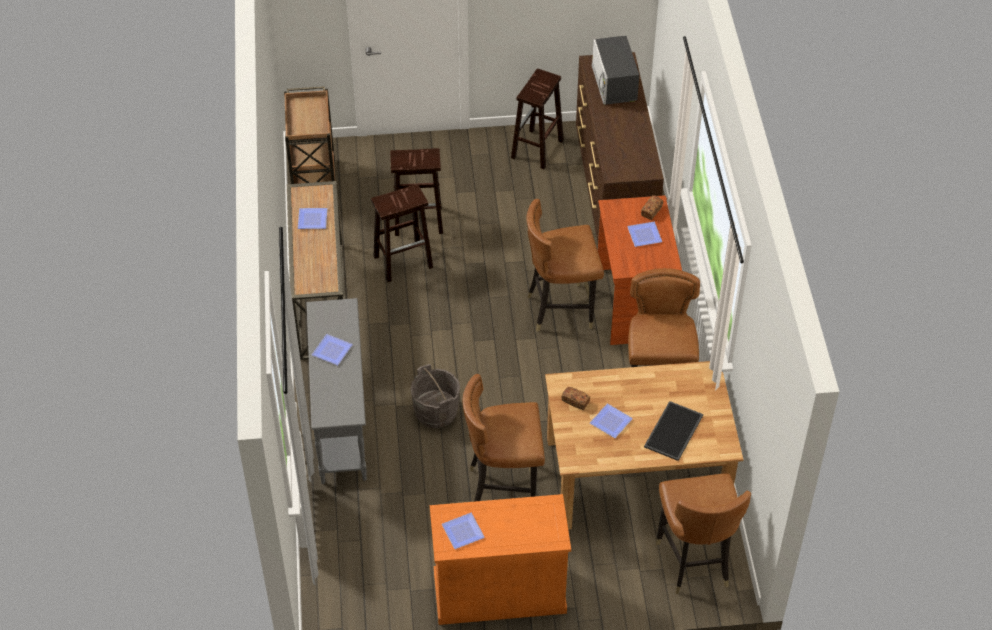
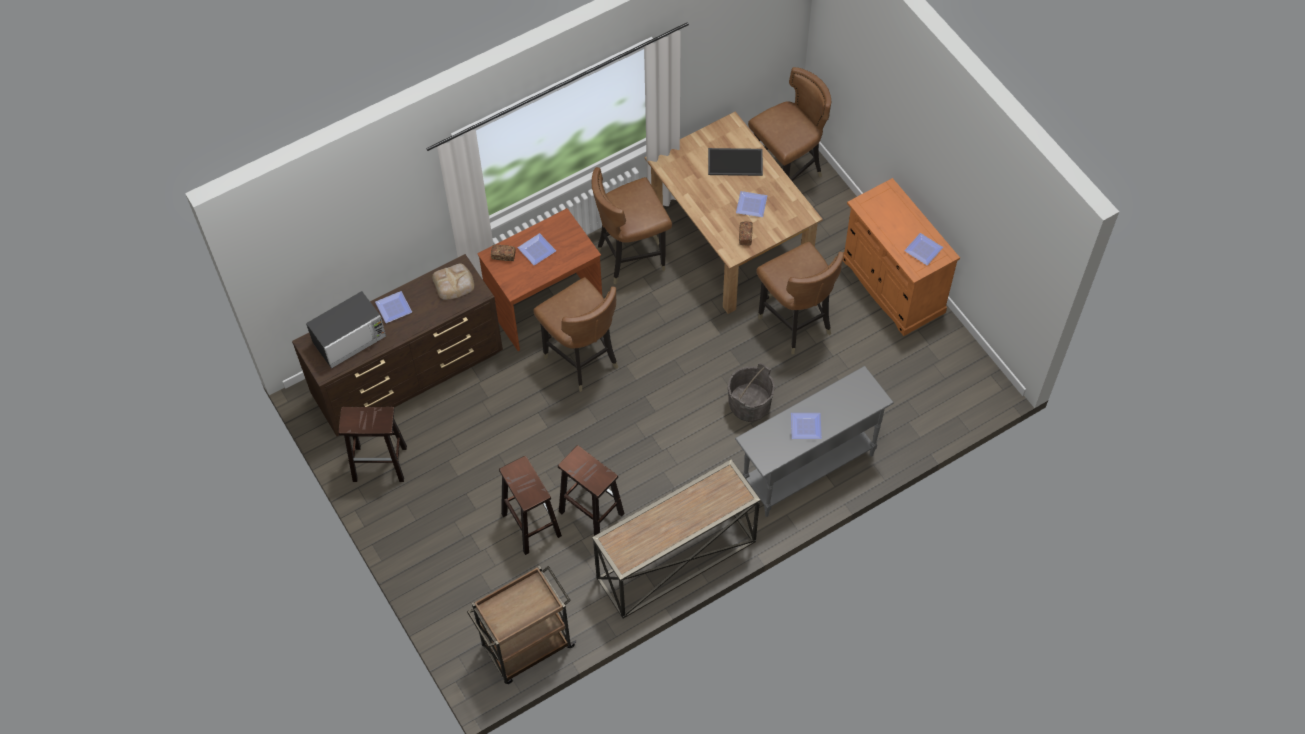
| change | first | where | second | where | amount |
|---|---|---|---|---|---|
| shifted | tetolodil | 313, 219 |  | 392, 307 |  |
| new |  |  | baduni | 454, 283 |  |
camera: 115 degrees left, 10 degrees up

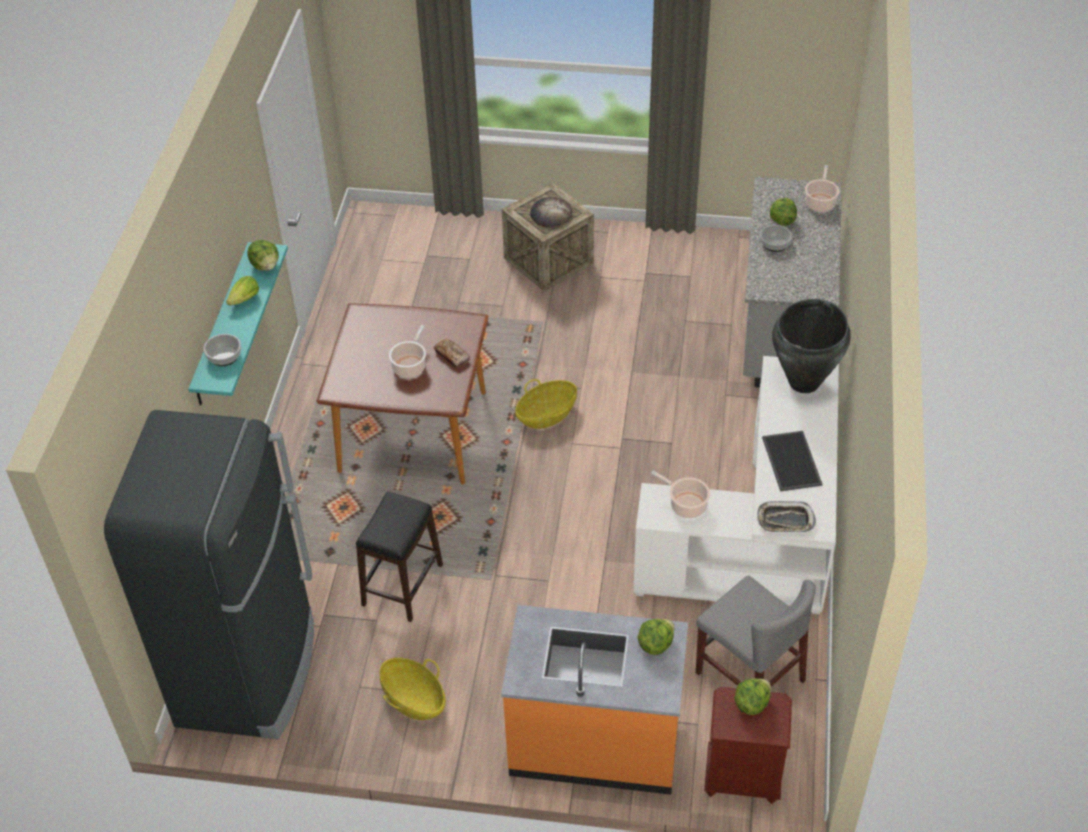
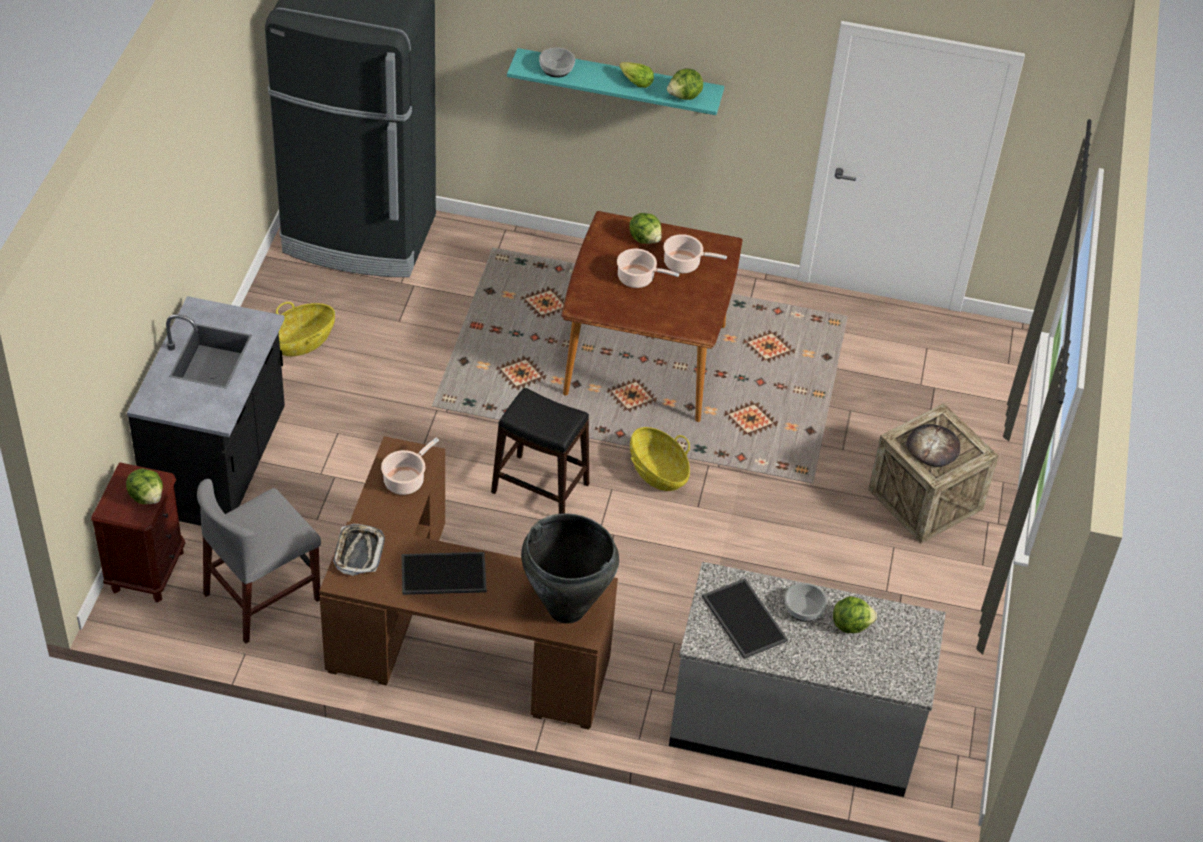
| change | first | where | second | where | amount |
|---|---|---|---|---|---|
| repainted | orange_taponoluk | 595, 741 | black_taponoluk | 219, 465 |  |
| repainted | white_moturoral | 761, 535 | brown_moturoral | 448, 639 |  |
| shifted | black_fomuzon | 402, 585 |  | 540, 488 |  |
| shifted | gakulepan | 655, 644 |  | 645, 239 |  |
| shifted | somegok | 820, 202 |  | 684, 264 |  |
| new |  |  | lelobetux | 742, 618 |  |
| gone | baduni | 452, 356 |  |  |  |
camera: 90 degrees right, 0 degrees up

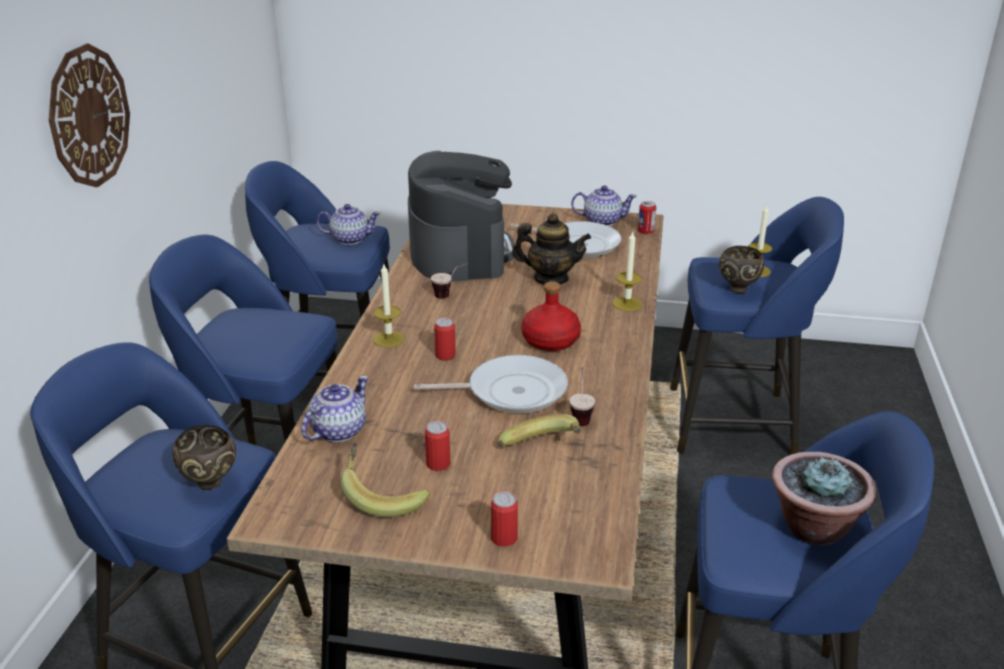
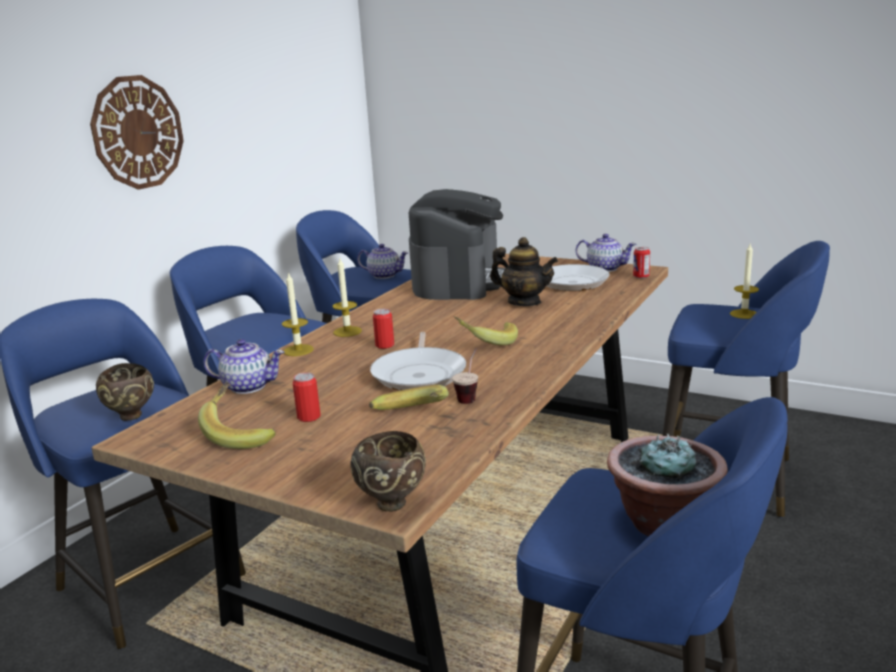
| change | first | where | second | where | amount |
|---|---|---|---|---|---|
| rotated | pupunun | 337, 431 |  | 247, 386 | 45 degrees clockwise |
| shifted | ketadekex | 627, 304 |  | 298, 350 |  |
| shifted | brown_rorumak | 737, 288 |  | 392, 502 |  |
| rotated | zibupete | 511, 391 |  | 420, 374 | 75 degrees clockwise |
| swapped | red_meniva | 550, 340 | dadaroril | 487, 342 |  |
| gone | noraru | 450, 295 |  |  |  |
| gone | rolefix | 504, 538 |  |  |  |
camera: 20 degrees right, 10 degrees down

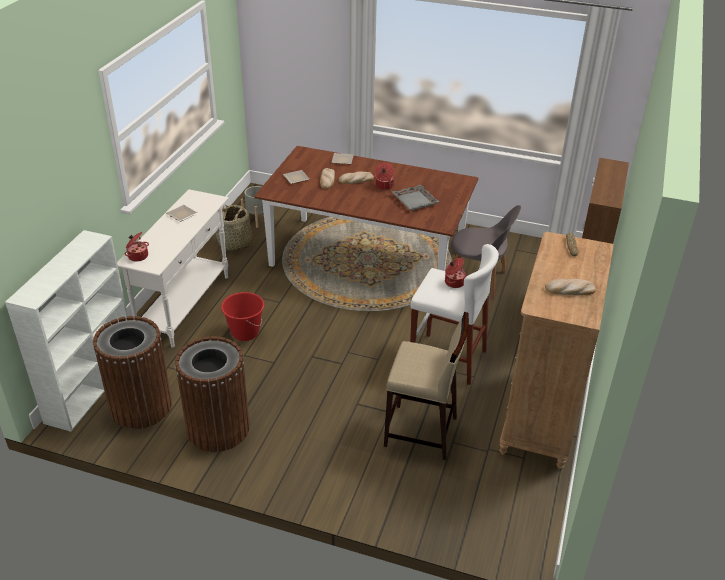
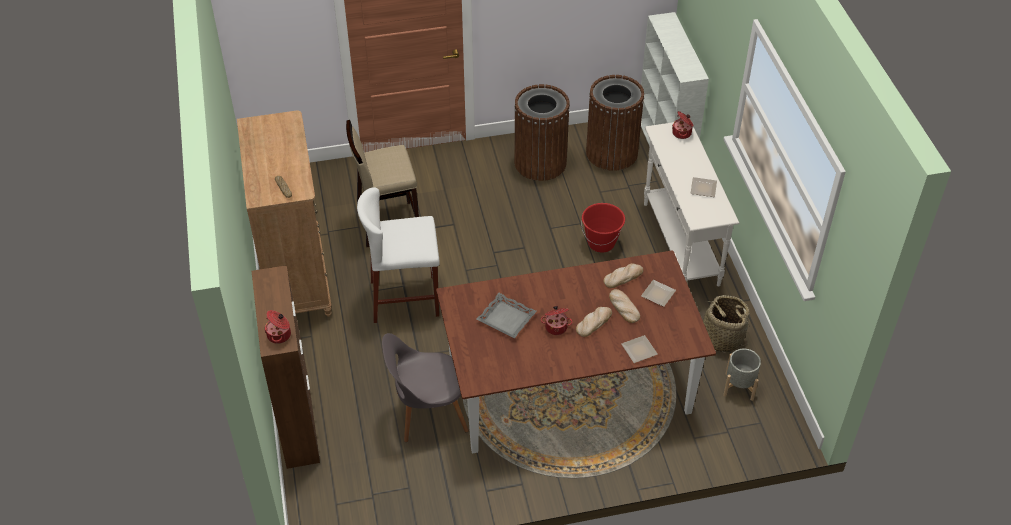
| change | first | where | second | where | amount |
|---|---|---|---|---|---|
| shifted | somegok | 454, 282 |  | 280, 335 |  |
| shifted | baduni | 569, 290 |  | 623, 277 |  |
camera: 150 degrees right, 10 degrees up

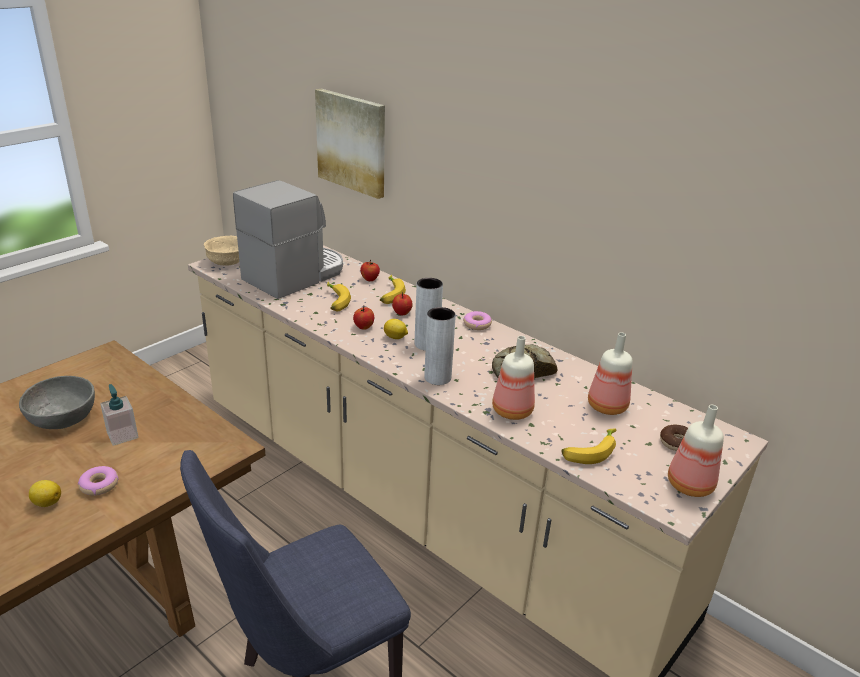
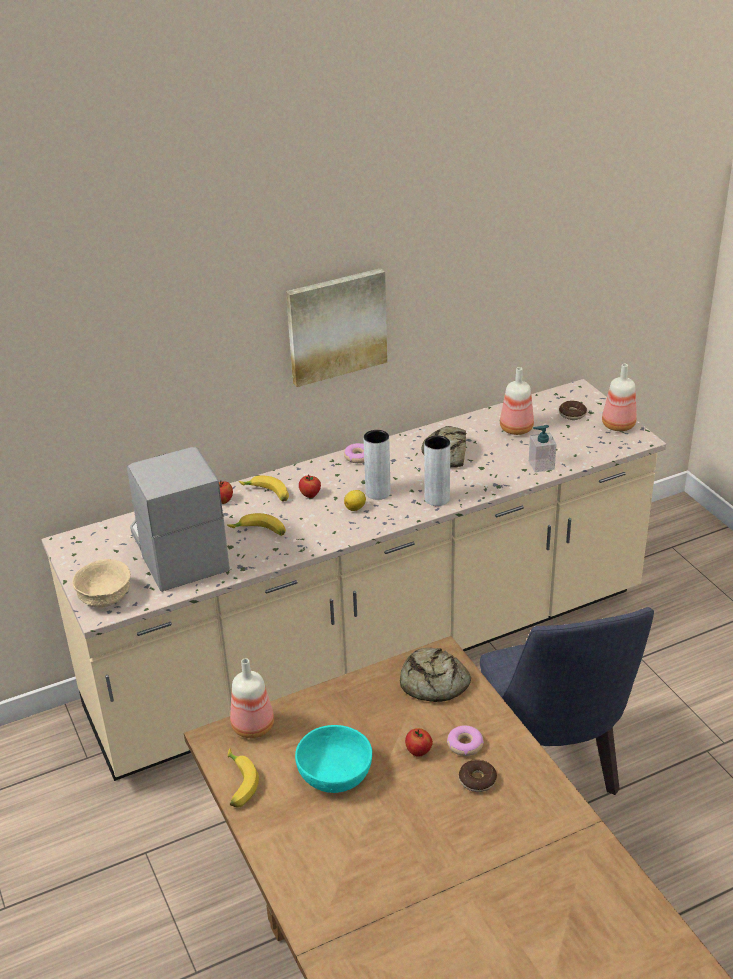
| change | first | where | second | where | amount |
|---|---|---|---|---|---|
| shifted | dadaroril | 589, 451 |  | 237, 784 |  |
| shifted | meniva | 512, 412 |  | 254, 727 |  |
| shifted | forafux | 352, 142 |  | 336, 326 |  |
| repainted | grey_rorumak | 62, 417 | turquoise_rorumak | 335, 773 |  |
| new |  |  | baduni | 433, 683 |  |
| shifted | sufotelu | 363, 327 |  | 418, 751 |  |
| swapped | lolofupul | 47, 502 | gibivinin | 477, 780 |  |
| shifted | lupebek | 122, 435 |  | 541, 465 |  |
camera: 65 degrees left, 5 degrees up

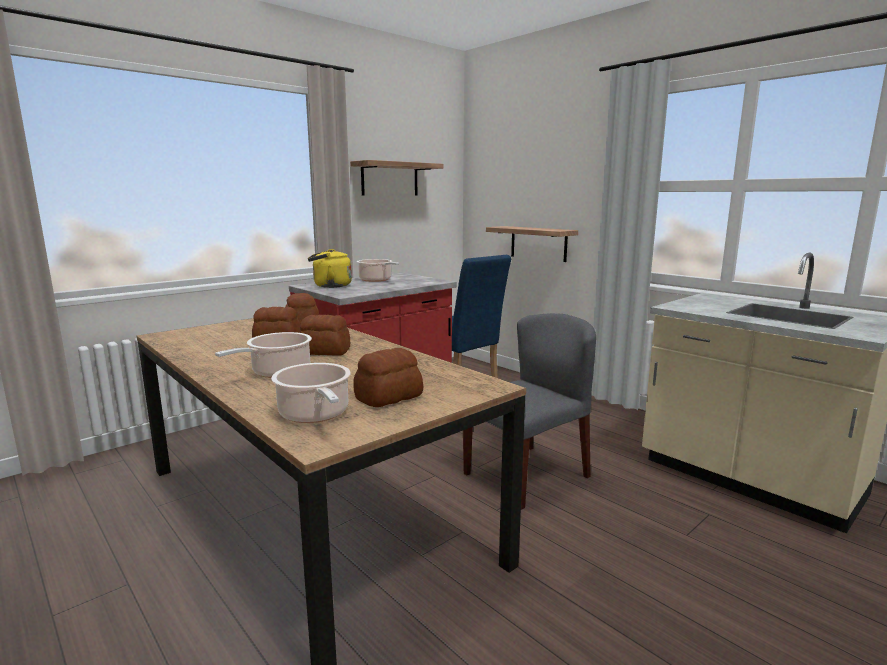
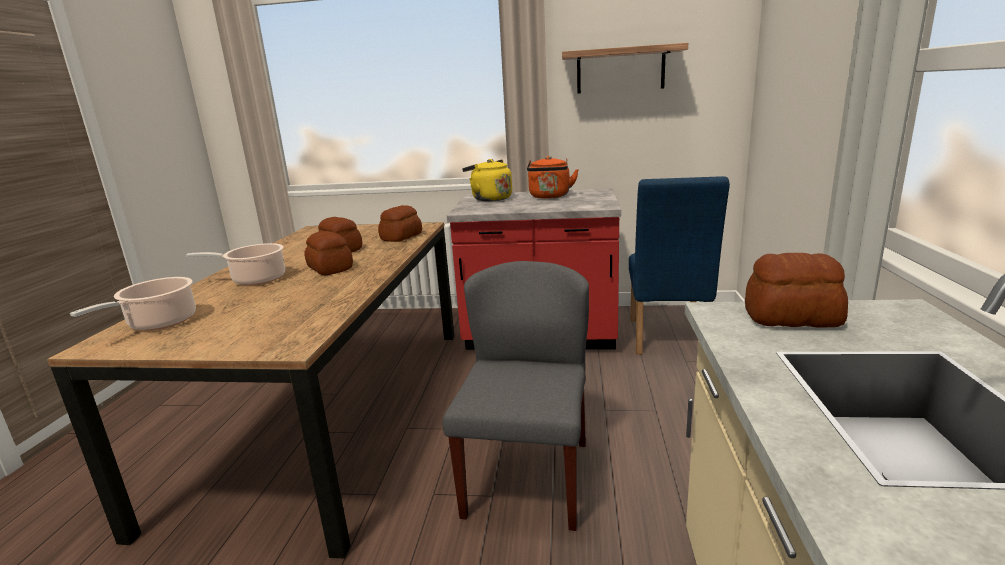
| change | first | where | second | where | amount |
|---|---|---|---|---|---|
| rotated | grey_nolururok | 527, 474 |  | 527, 477 | 90 degrees counterclockwise |
| swapped | somegok | 376, 280 | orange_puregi | 550, 197 |  |
| shifted | baduni | 387, 397 |  | 790, 317 |  |
| gone | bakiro | 538, 243 |  |  |  |
camera: 50 degrees right, 5 degrees up

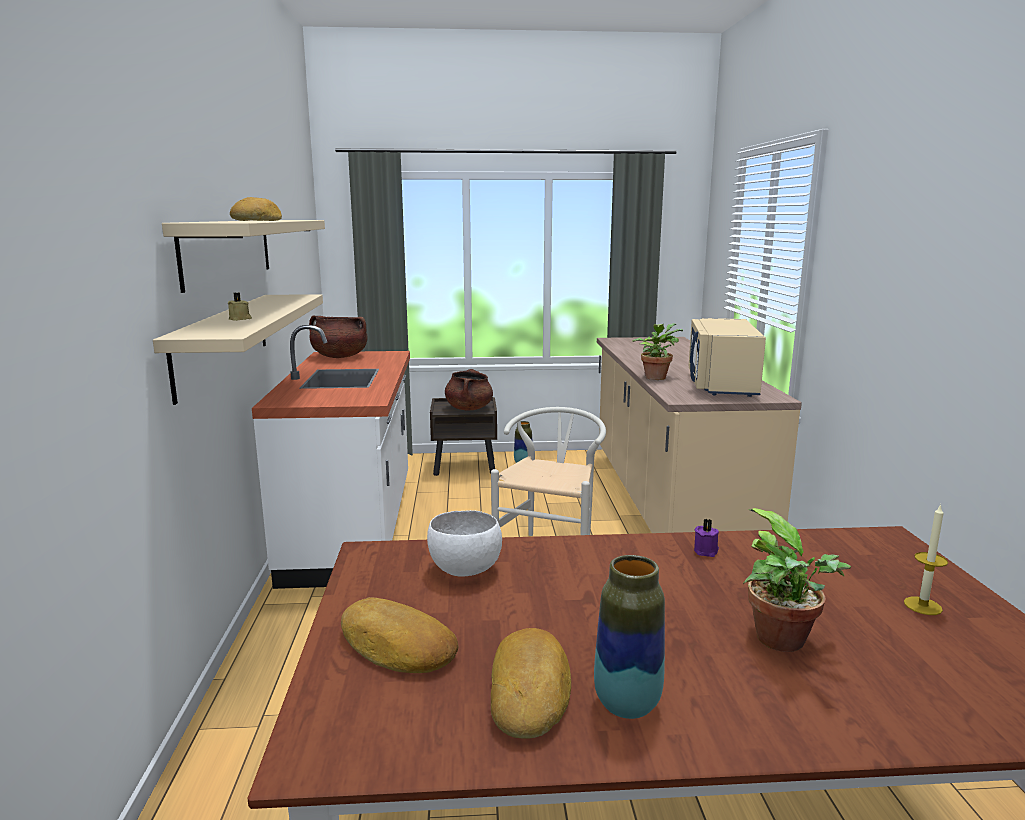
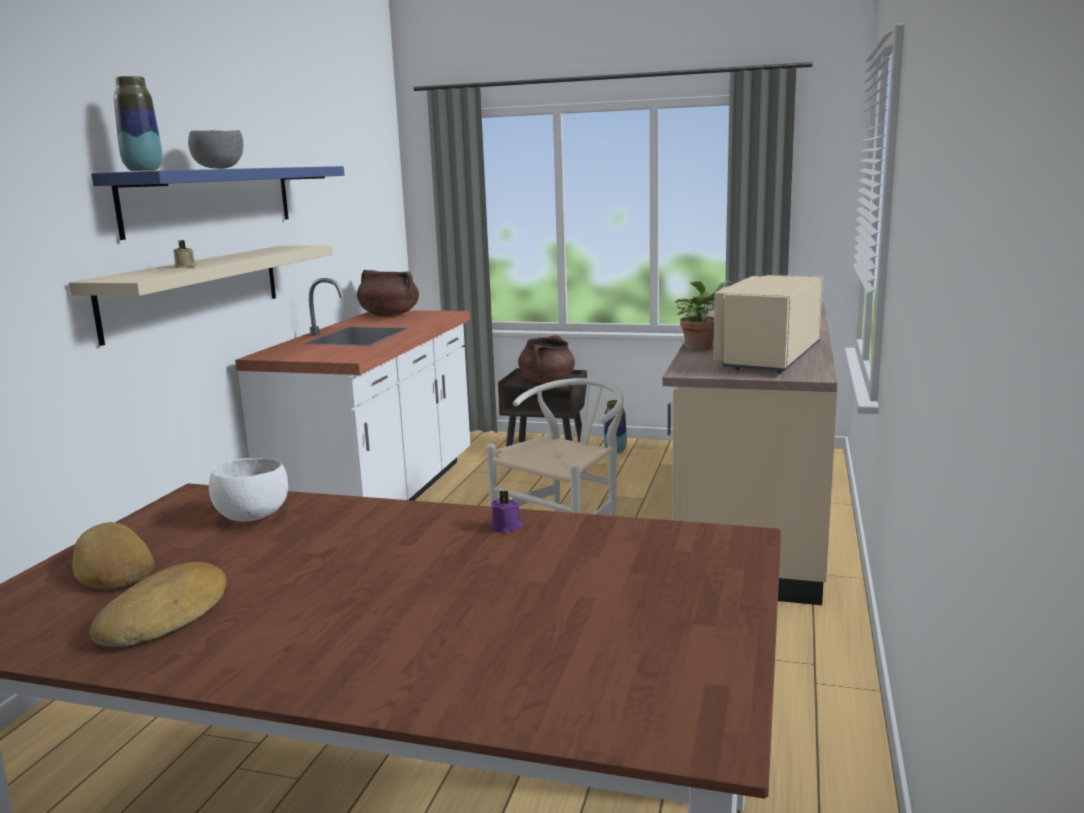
| change | first | where | second | where | amount |
|---|---|---|---|---|---|
| repainted | beige_bakiro | 229, 250 | blue_bakiro | 211, 199 |  |
| shifted | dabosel | 627, 704 |  | 143, 170 |  |
| swapped | baduni | 258, 220 | grey_rorumak | 220, 168 |  |
| gone | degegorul | 786, 642 |  |  |  |
| gone | ketadekex | 922, 606 |  |  |  |
camera: 20 degrees right, 0 degrees up

